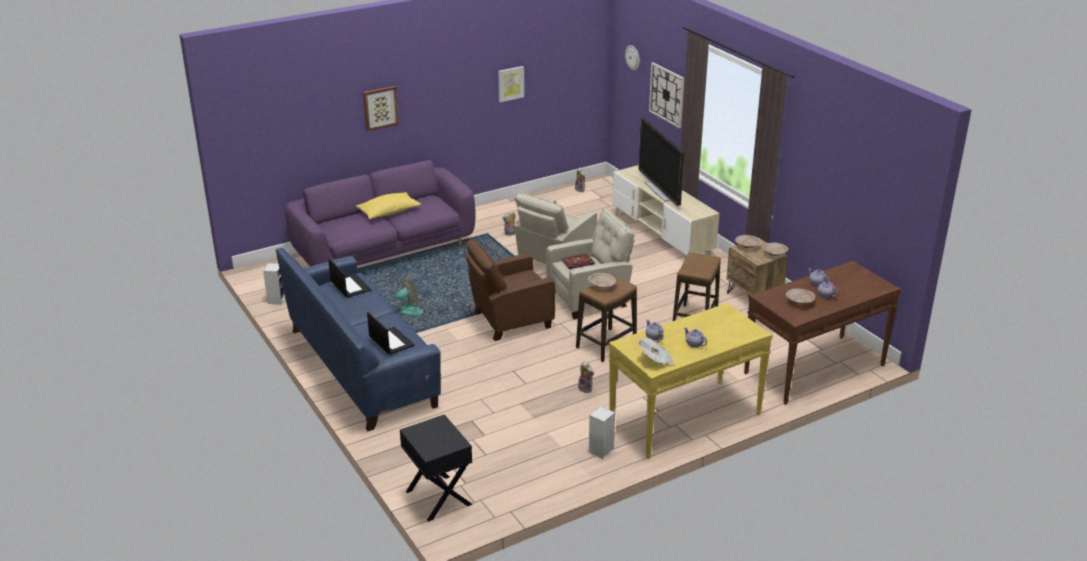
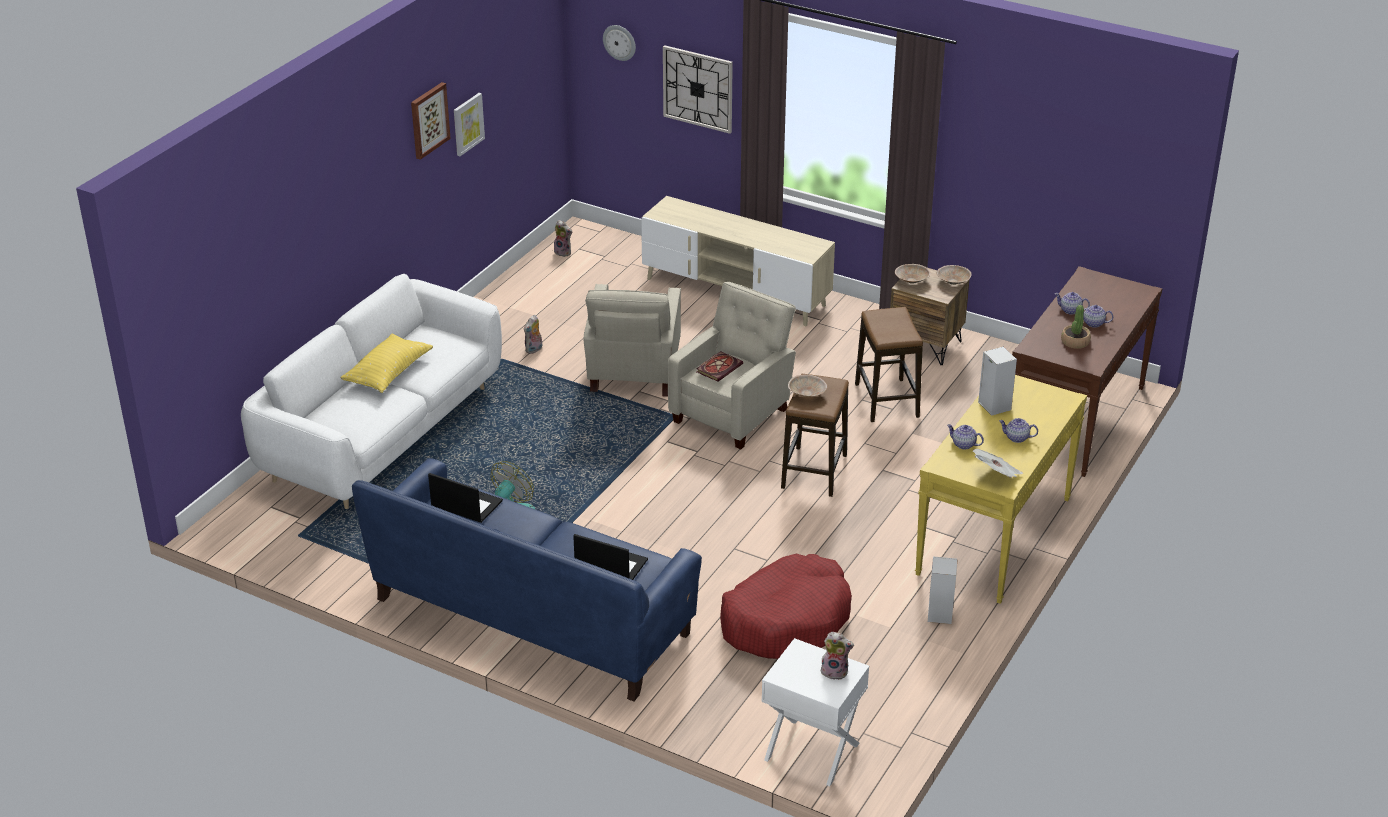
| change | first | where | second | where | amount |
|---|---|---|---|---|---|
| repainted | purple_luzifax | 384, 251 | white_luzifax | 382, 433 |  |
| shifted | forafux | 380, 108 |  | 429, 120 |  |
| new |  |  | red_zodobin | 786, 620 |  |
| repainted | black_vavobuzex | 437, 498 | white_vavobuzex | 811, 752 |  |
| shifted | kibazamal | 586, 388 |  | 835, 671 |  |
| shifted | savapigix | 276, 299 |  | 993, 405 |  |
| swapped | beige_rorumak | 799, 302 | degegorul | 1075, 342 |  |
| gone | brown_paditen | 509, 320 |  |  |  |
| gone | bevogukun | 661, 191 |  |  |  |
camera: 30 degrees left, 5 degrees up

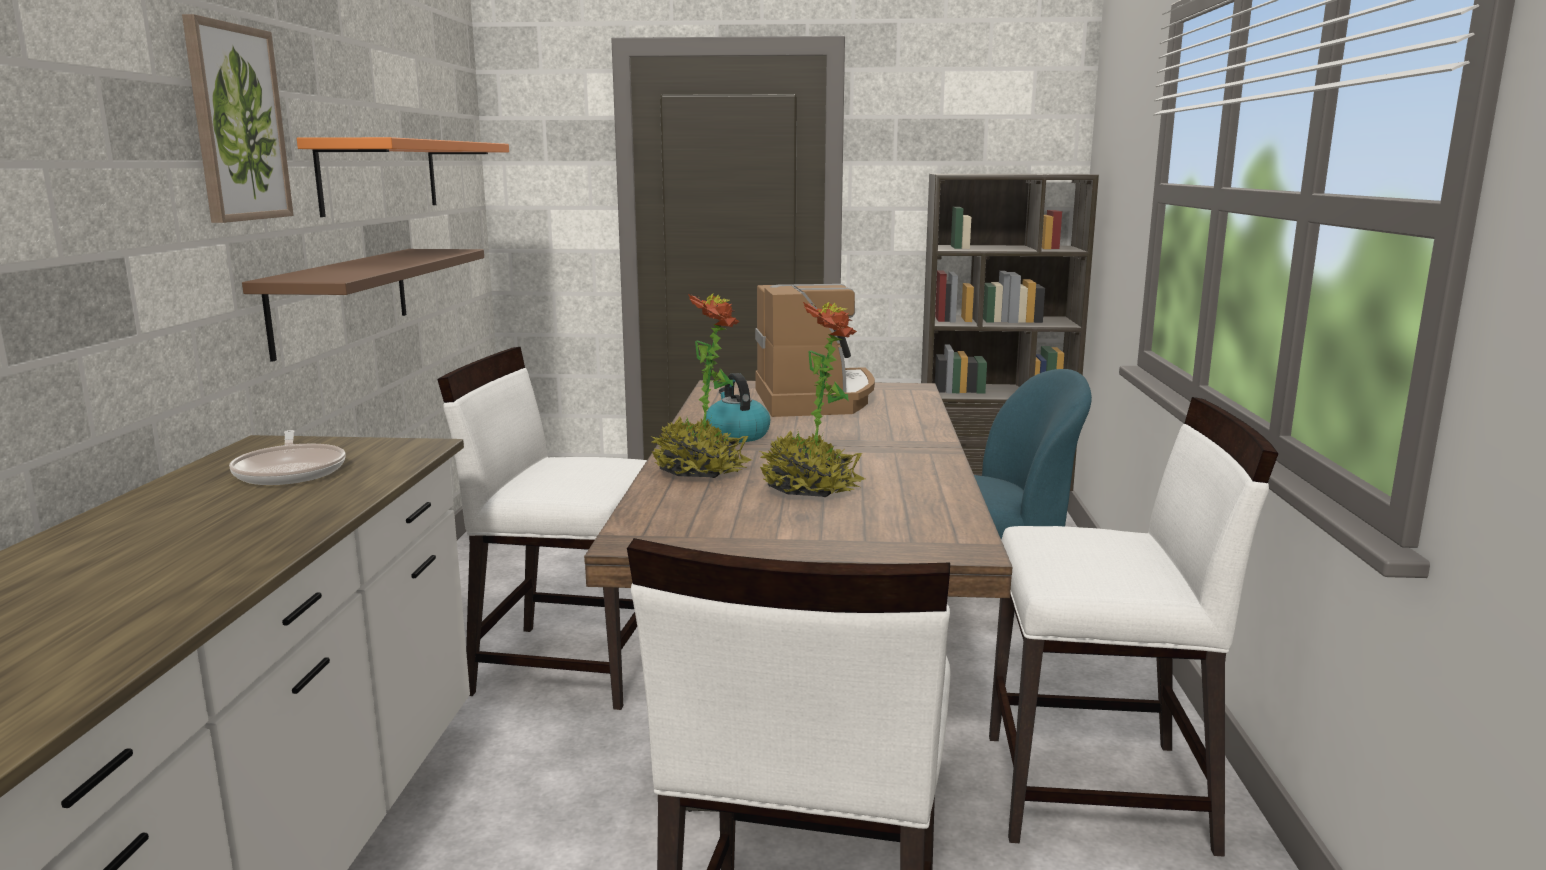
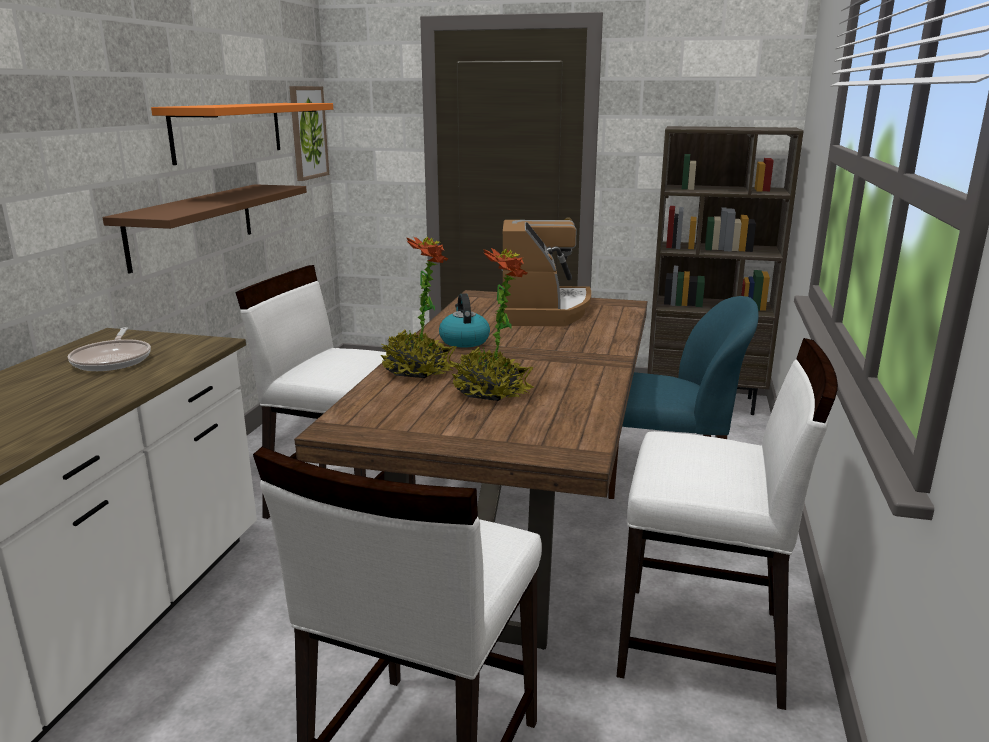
| change | first | where | second | where | amount |
|---|---|---|---|---|---|
| shifted | forafux | 236, 123 |  | 308, 132 |  |
camera: 10 degrees right, 5 degrees up

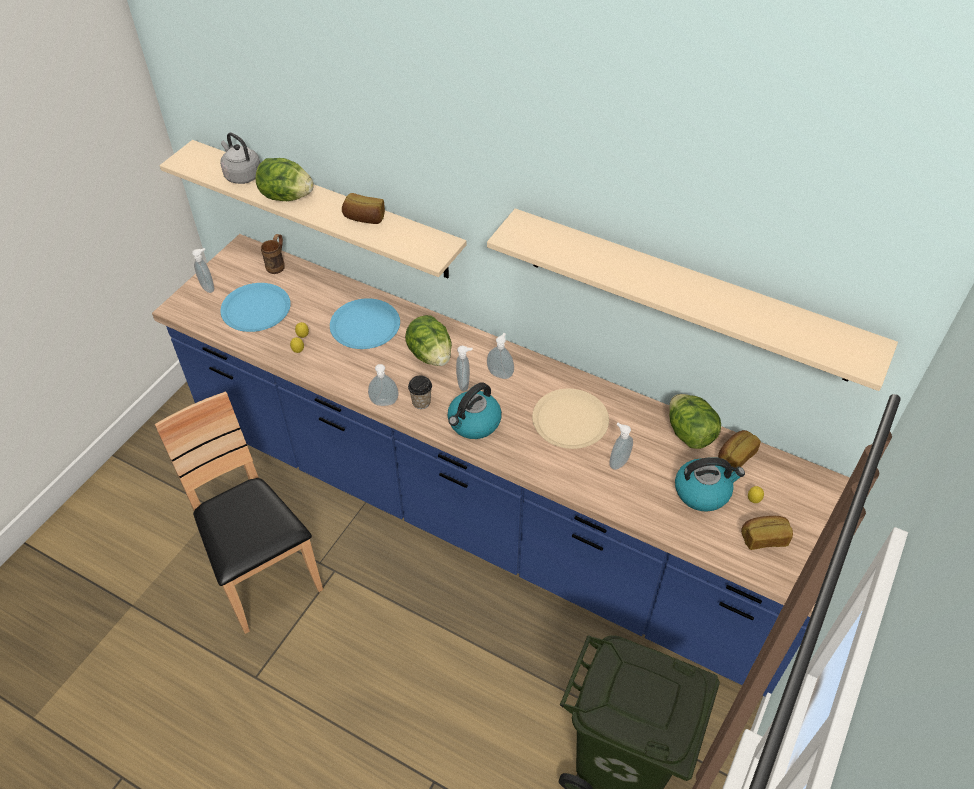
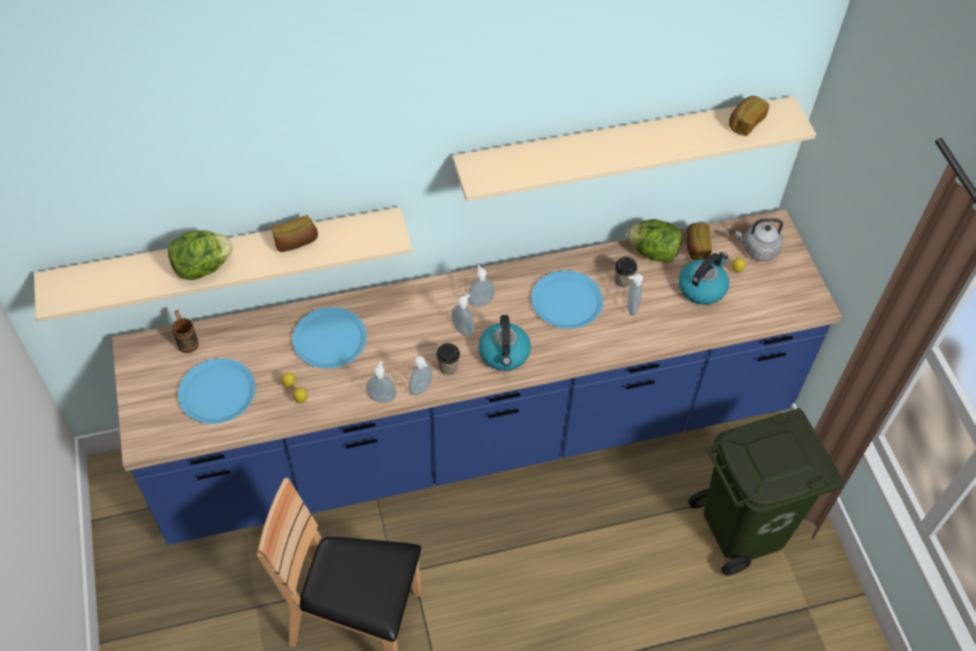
| change | first | where | second | where | amount |
|---|---|---|---|---|---|
| shifted | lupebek | 209, 287 |  | 382, 397 |  |
| repainted | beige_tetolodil | 570, 420 | blue_tetolodil | 567, 301 |  |
| new |  |  | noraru | 623, 281 |  |
| shifted | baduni | 763, 537 |  | 745, 122 |  |
| shifted | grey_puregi | 242, 175 |  | 758, 250 |  |
| gone | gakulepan | 430, 355 |  |  |  |
camera: 45 degrees left, 5 degrees up

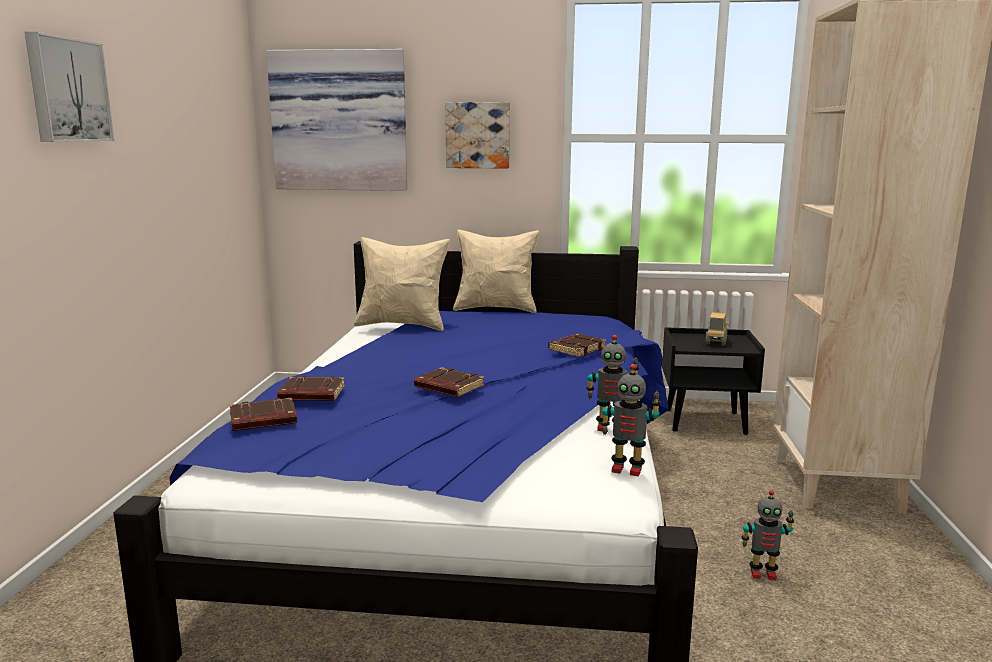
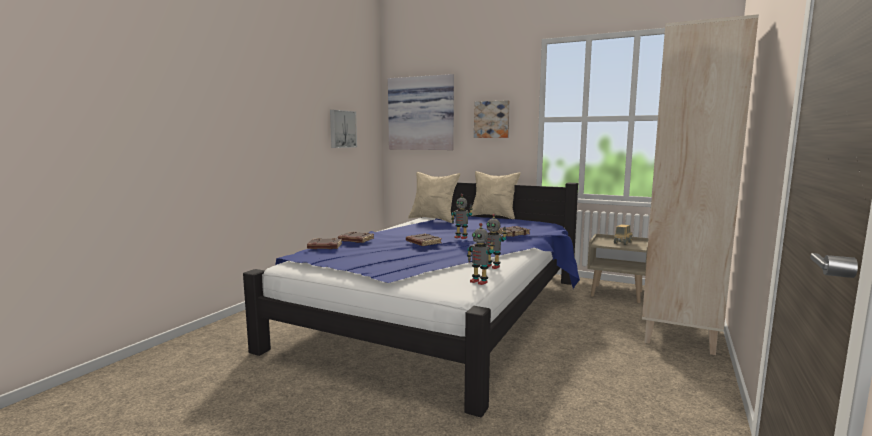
| change | first | where | second | where | amount |
|---|---|---|---|---|---|
| shifted | forafux | 67, 90 |  | 342, 129 |  |
| shifted | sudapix | 762, 573 |  | 461, 237 |  |
| repainted | black_vavobuzex | 706, 421 | beige_vavobuzex | 617, 294 |  |
camera: 20 degrees right, 5 degrees down

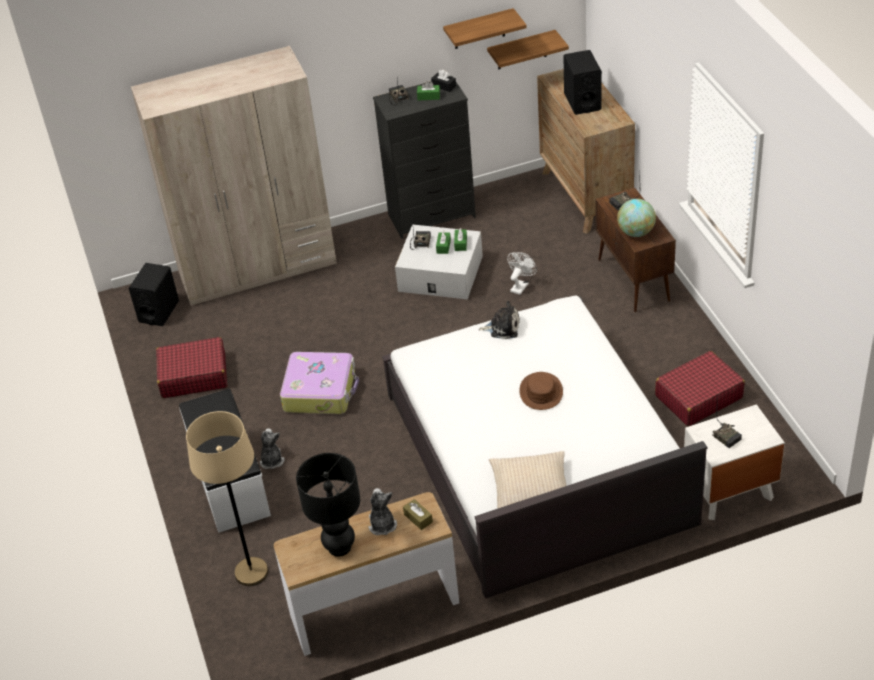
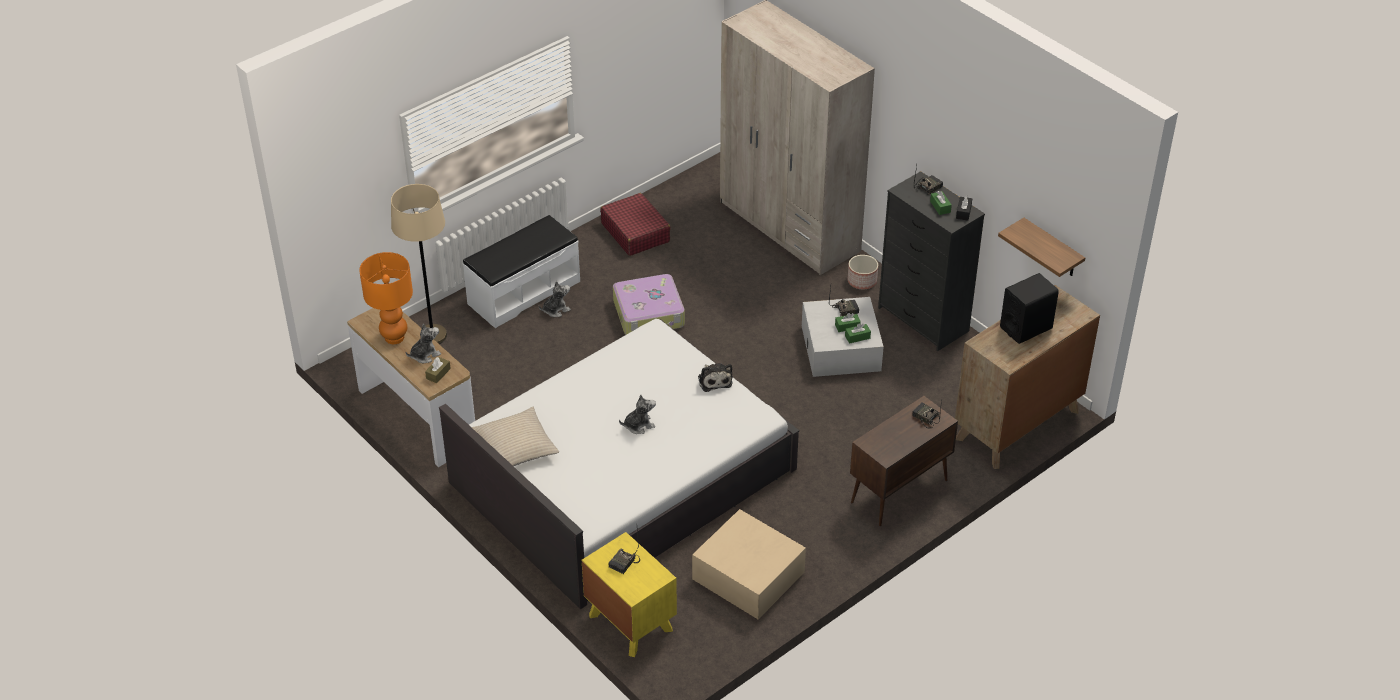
| change | first | where | second | where | amount |
|---|---|---|---|---|---|
| repainted | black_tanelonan | 339, 547 | orange_tanelonan | 394, 337 |  |
| repainted | white_vavobuzex | 729, 491 | yellow_vavobuzex | 630, 622 |  |
| swapped | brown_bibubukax | 541, 392 | kibazamal | 638, 425 |  |
| swapped | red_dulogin | 698, 397 | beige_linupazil | 748, 575 |  |
| new |  |  | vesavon | 861, 281 |  |
| gone | black_savapigix | 159, 311 |  |  |  |
| gone | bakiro | 479, 29 |  |  |  |
| gone | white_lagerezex | 520, 286 |  |  |  |
| gone | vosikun | 636, 232 |  |  |  |
camera: 65 degrees right, 0 degrees up

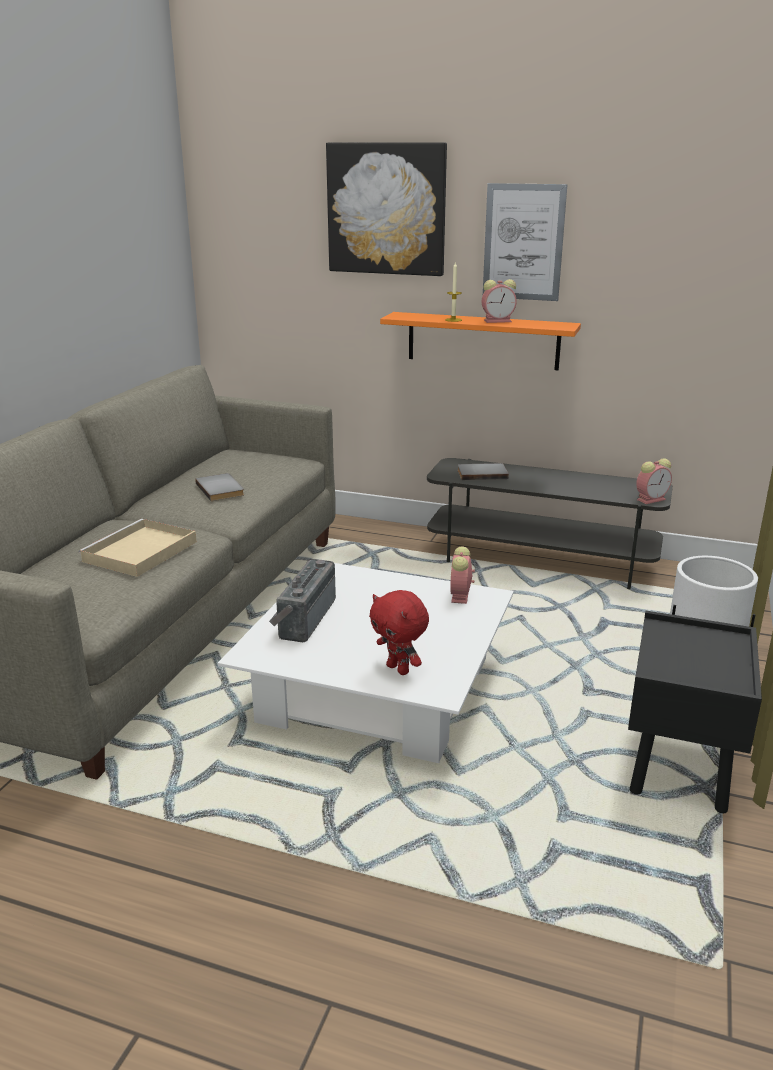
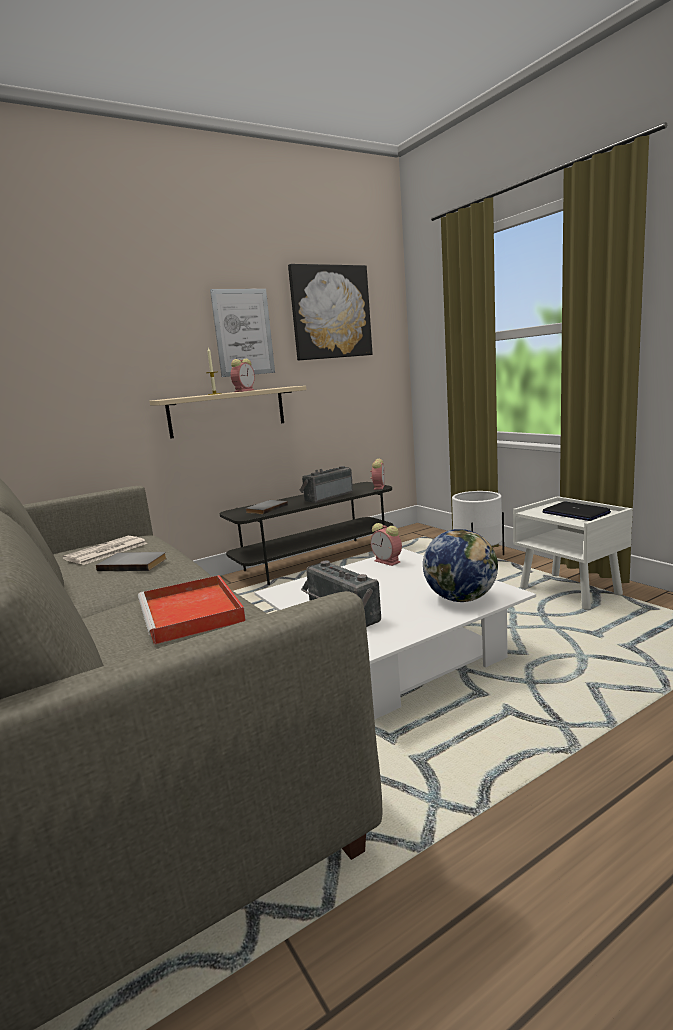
| change | first | where | second | where | amount |
|---|---|---|---|---|---|
| new |  |  | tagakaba | 105, 551 |  |
| repainted | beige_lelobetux | 139, 552 | red_lelobetux | 192, 613 |  |
| repainted | orange_bakiro | 483, 340 | beige_bakiro | 227, 411 |  |
| shifted | forafux | 386, 209 |  | 330, 312 |  |
| new |  |  | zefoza | 327, 496 |  |
| swapped | red_kibazamal | 399, 669 | vosikun | 461, 598 |  |
| repainted | black_vavobuzex | 680, 766 | white_vavobuzex | 570, 591 |  |
| new |  |  | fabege | 575, 513 |  |
camera: 50 degrees left, 10 degrees down

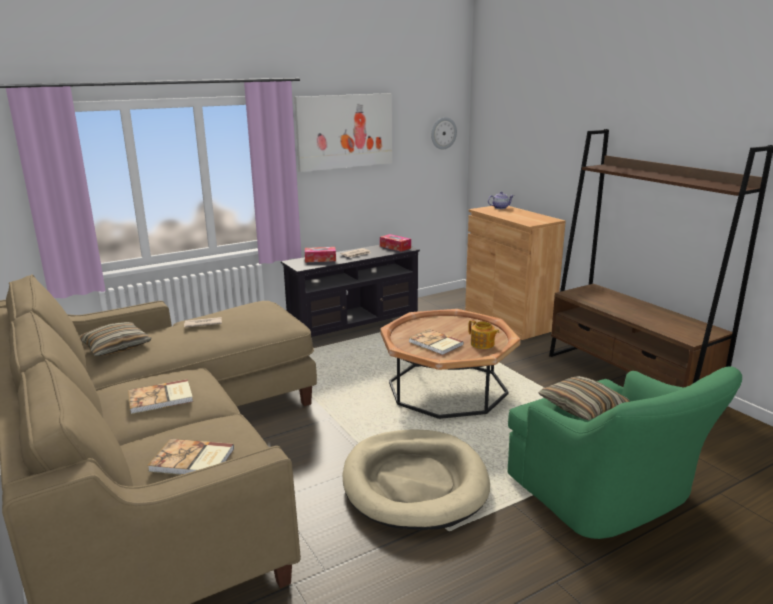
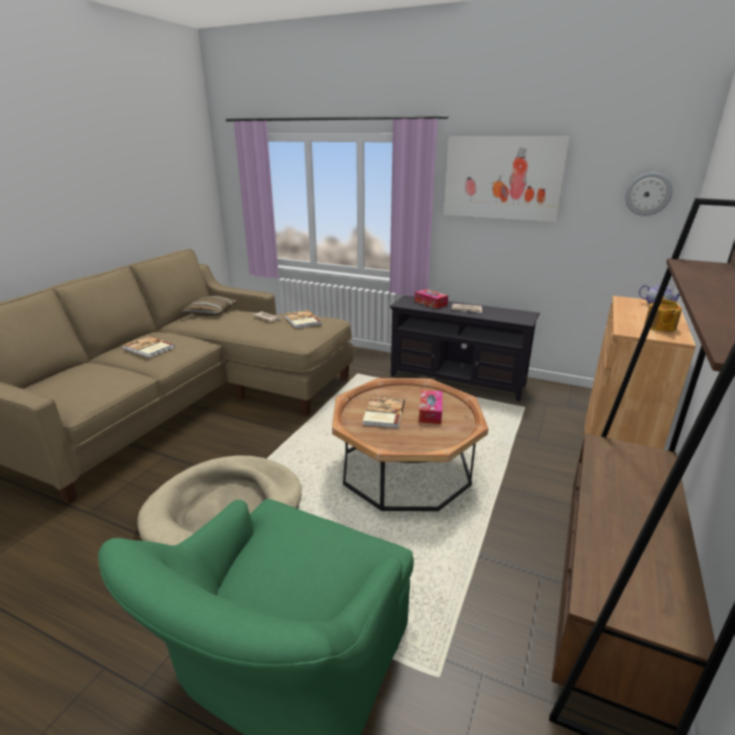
| change | first | where | second | where | amount |
|---|---|---|---|---|---|
| shifted | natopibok | 192, 461 |  | 302, 321 |  |
| shifted | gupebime | 395, 247 |  | 430, 412 |  |
| shifted | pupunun | 482, 344 |  | 659, 327 |  |
| gone | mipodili | 582, 407 |  |  |  |
camera: 55 degrees right, 5 degrees up

